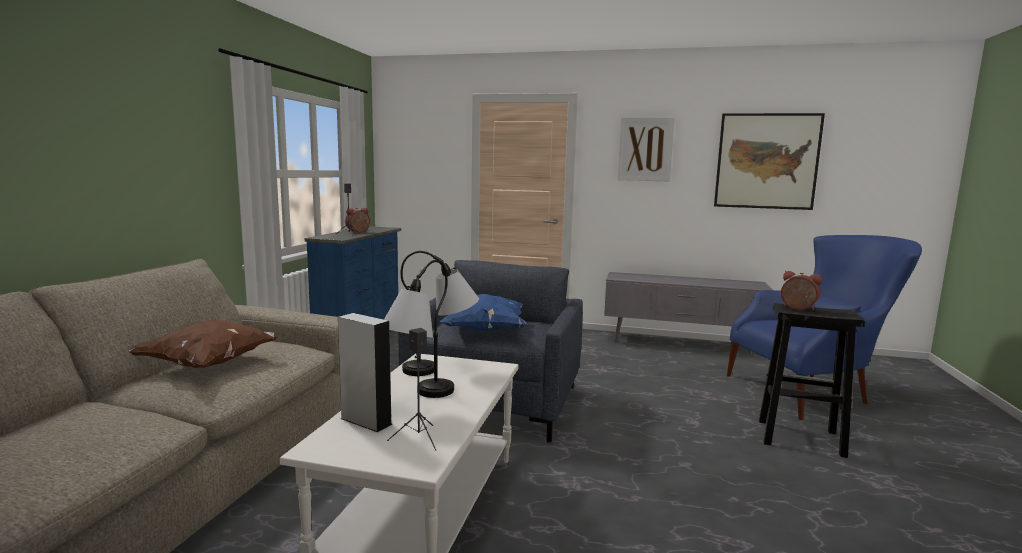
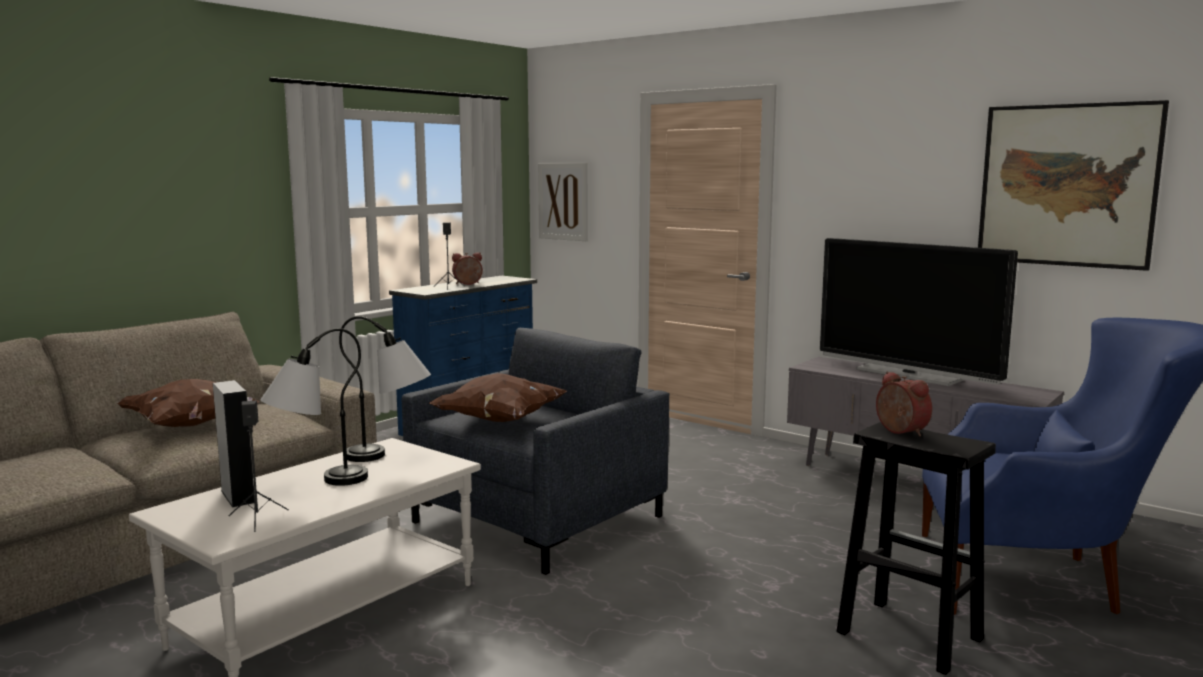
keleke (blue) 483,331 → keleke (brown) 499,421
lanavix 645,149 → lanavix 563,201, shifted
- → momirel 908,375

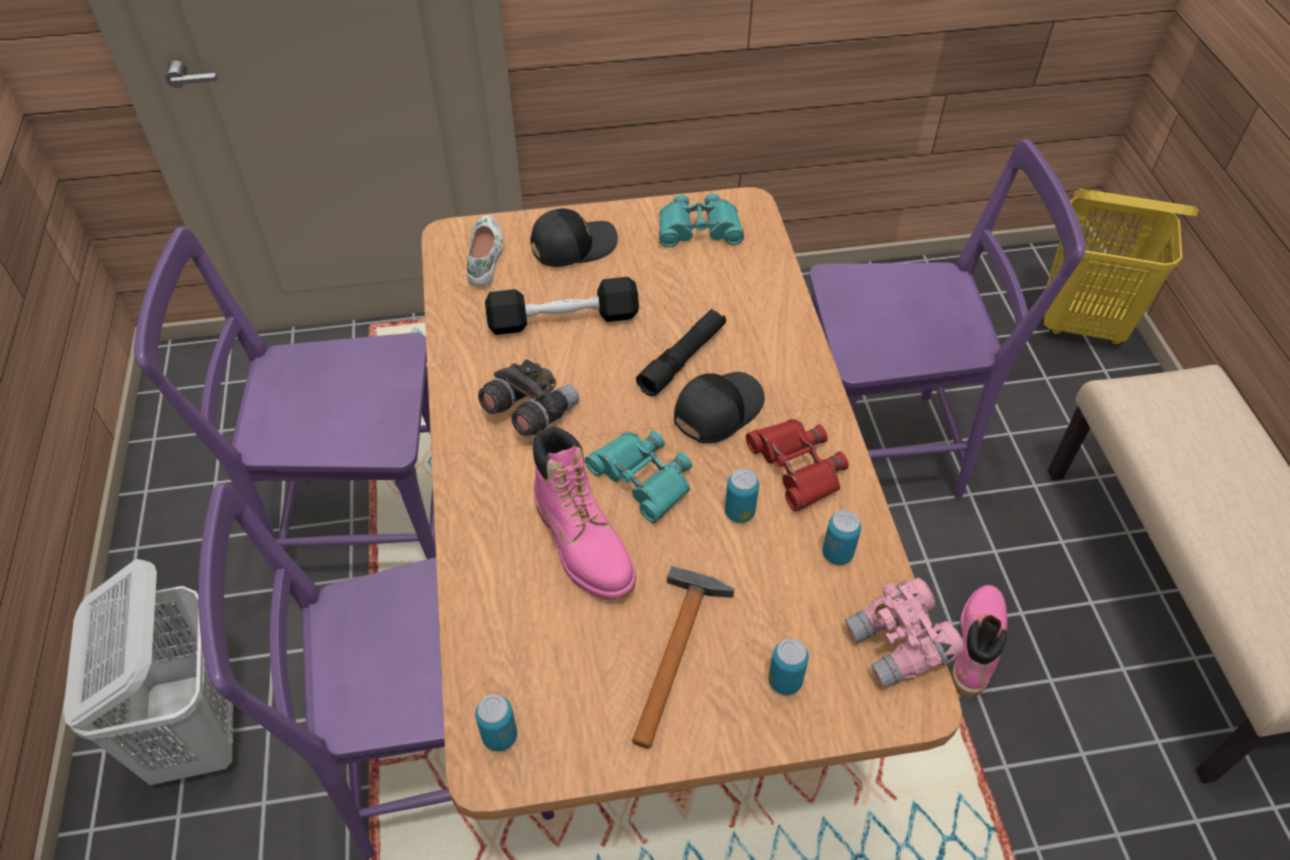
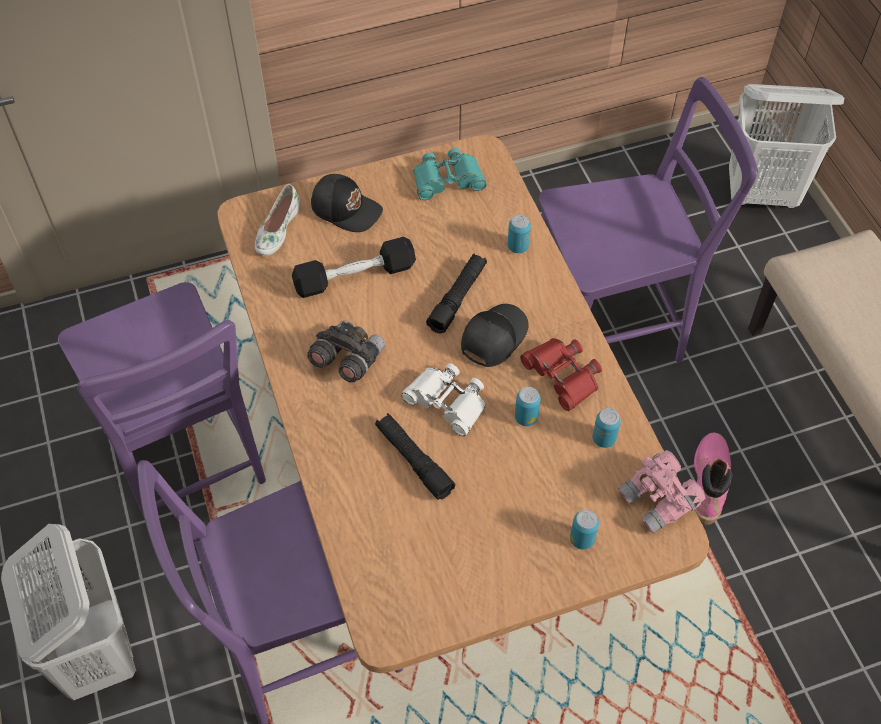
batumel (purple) 361,529 → batumel (purple) 188,464, 105 degrees counterclockwise
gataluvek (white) 485,256 → gataluvek (white) 277,228, 150 degrees counterclockwise
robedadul 499,736 → robedadul 517,247, shifted
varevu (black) 572,245 → varevu (black) 346,209, 60 degrees clockwise
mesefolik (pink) 583,544 → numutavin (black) 413,460
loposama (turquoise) 642,478 → loposama (white) 447,402
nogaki 677,650 → -
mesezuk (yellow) 1082,324 → mesezuk (white) 762,193

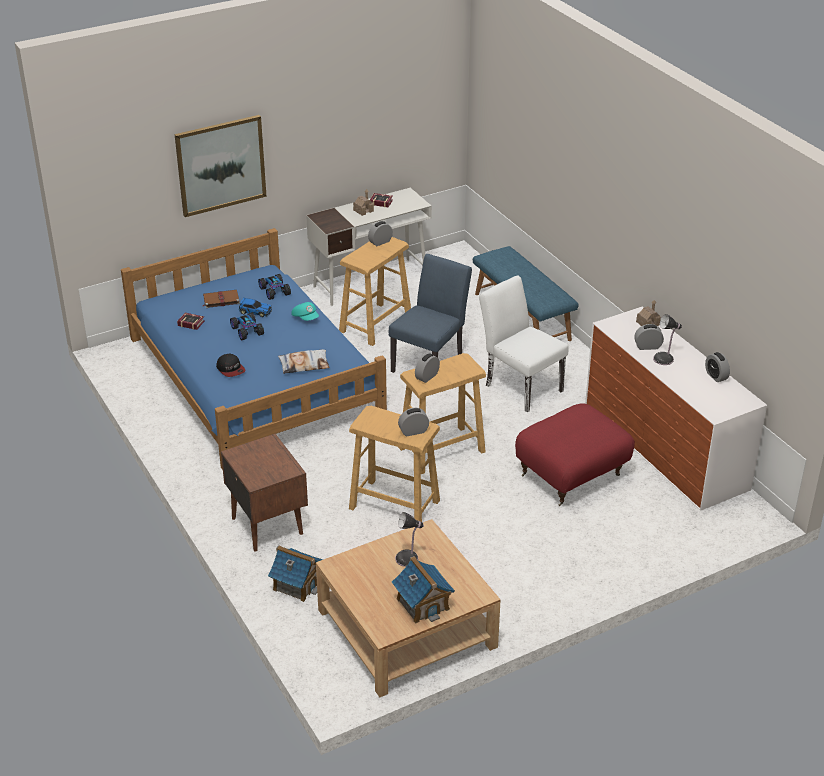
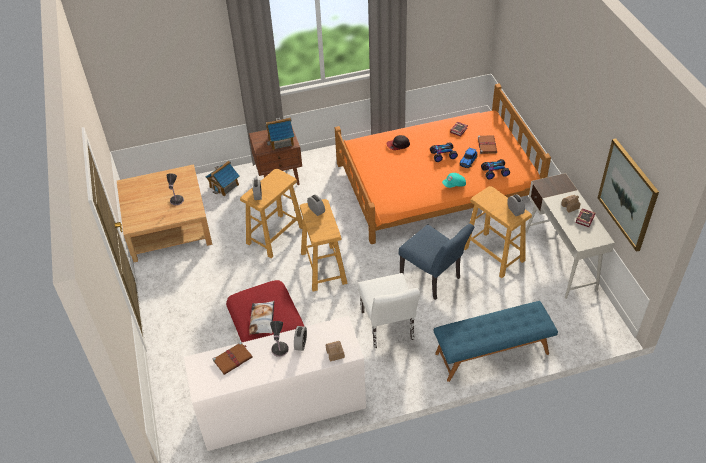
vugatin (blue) 255,376 → vugatin (orange) 435,183
lanavix 221,165 → lanavix 627,194, shifted
keleke 304,365 → keleke 262,320, shifted
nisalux 423,604 → nisalux 281,141, shifted
batumel (white) 519,386 → batumel (white) 388,329, 105 degrees clockwise
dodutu 716,376 → -
- → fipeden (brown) 233,359

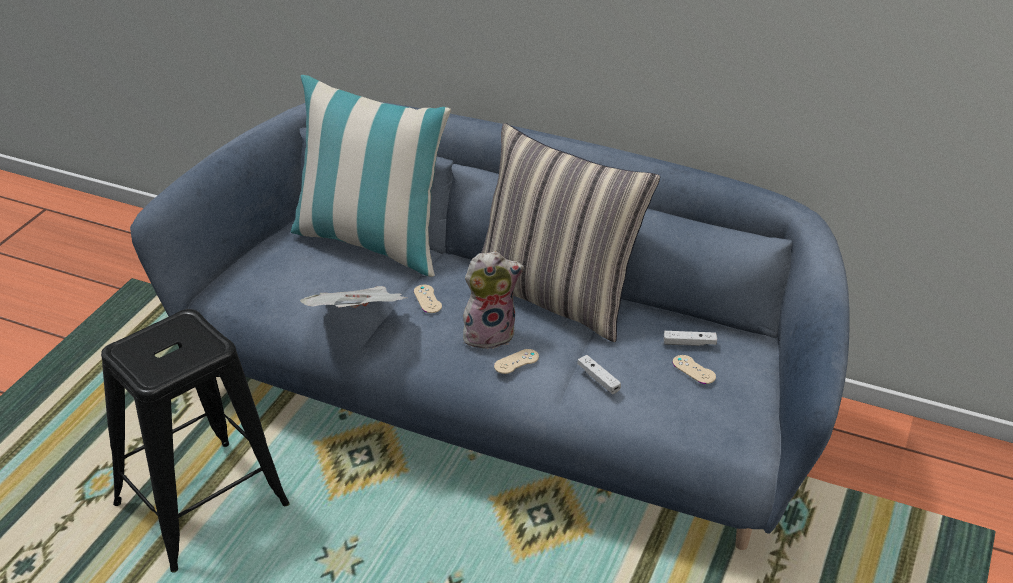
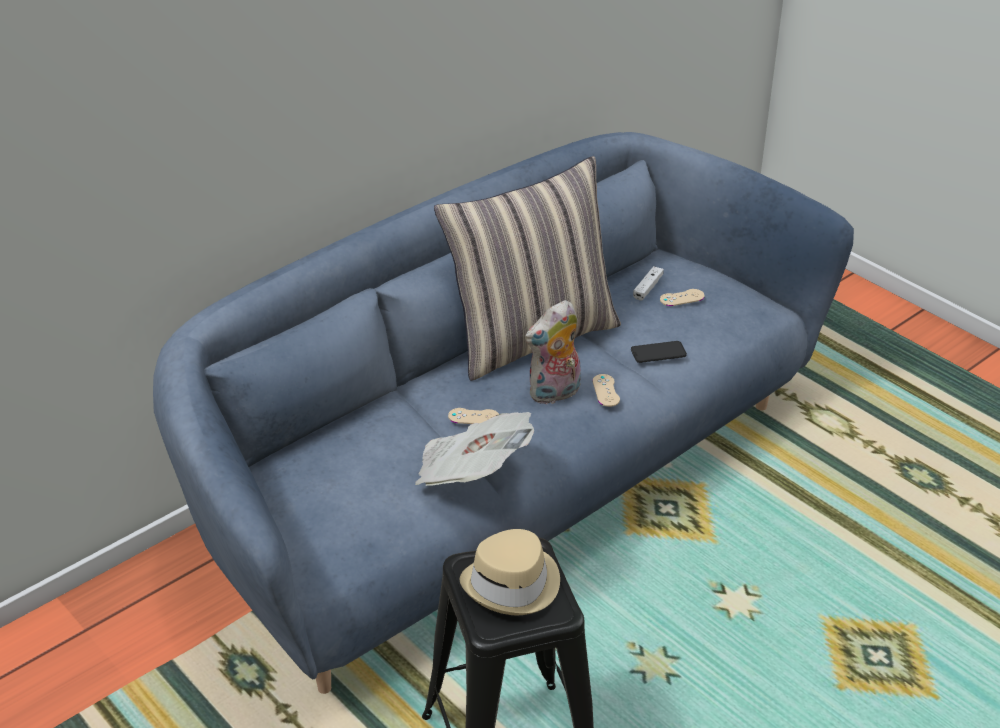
keleke 371,242 → -
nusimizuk 490,334 → nusimizuk 555,394, 135 degrees counterclockwise
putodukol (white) 598,379 → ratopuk 658,352
- → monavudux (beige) 513,584

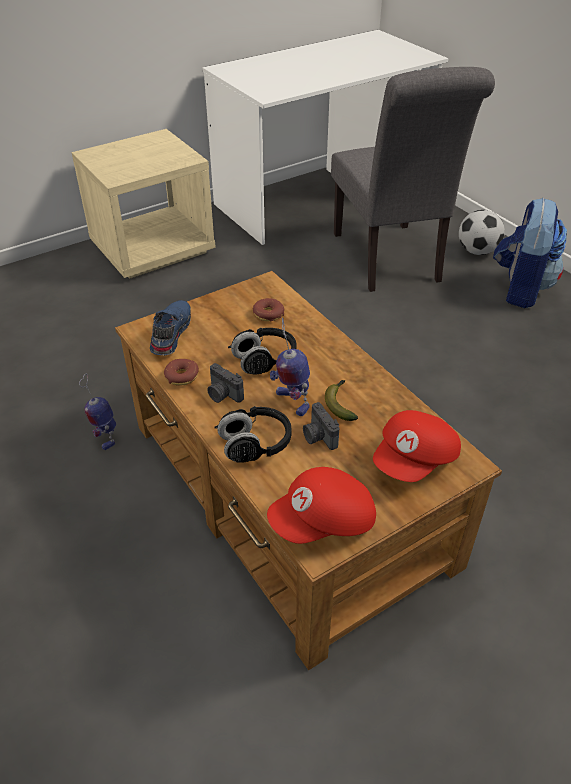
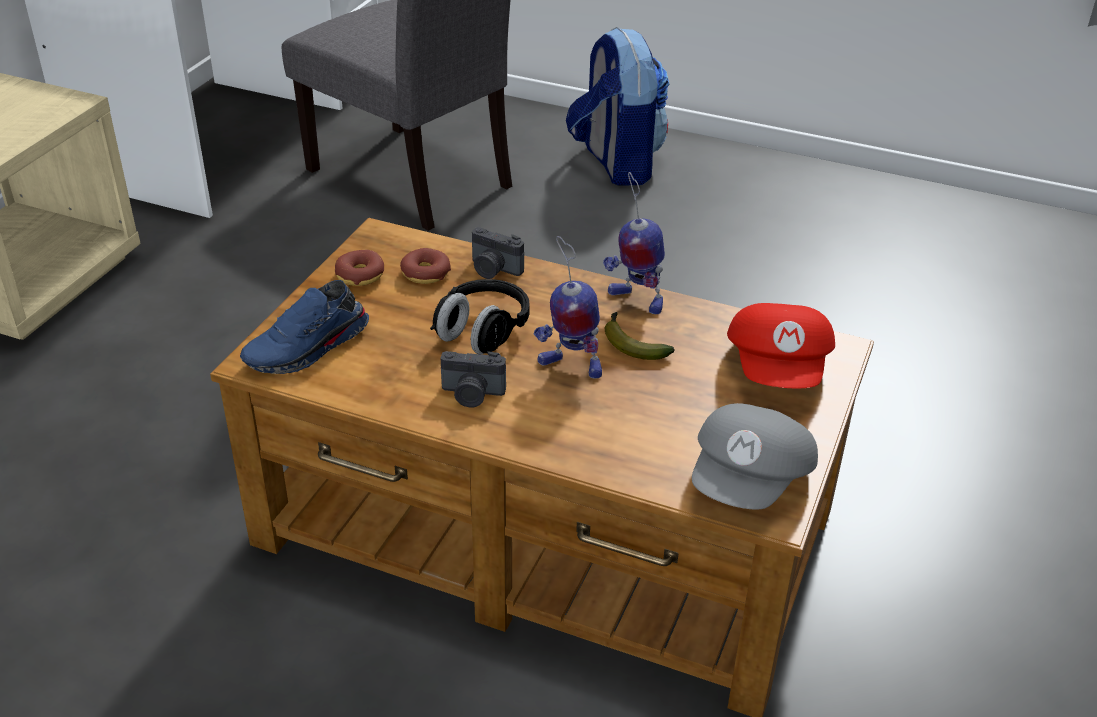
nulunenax 105,437 → nulunenax 635,299, shifted
gataluvek (blue) 169,333 → gataluvek (blue) 308,349, 105 degrees counterclockwise
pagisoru 181,376 → pagisoru 360,275, shifted
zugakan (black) 255,445 → -
varevu (red) 324,522 → varevu (grey) 750,481
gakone 318,437 → gakone 493,270, shifted
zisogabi 477,251 → -

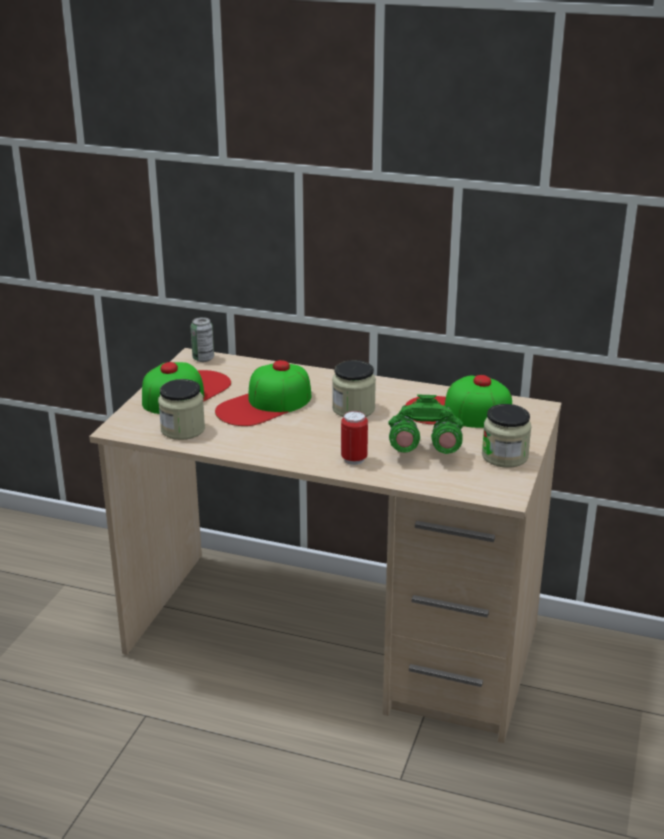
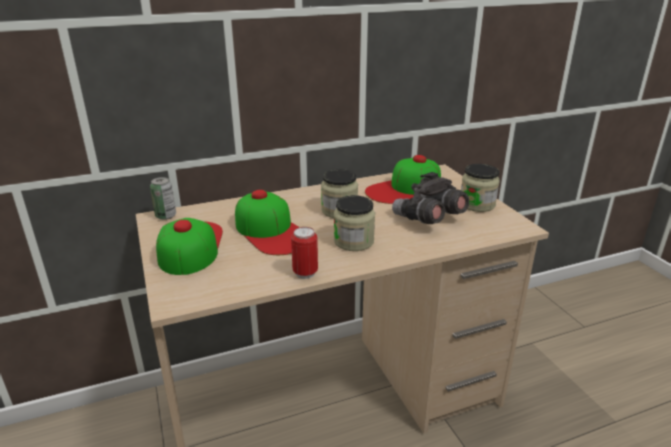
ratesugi 183,429 → ratesugi 353,241, shifted
varevu 265,404 → varevu 271,231, 45 degrees counterclockwise
robedadul 354,459 → robedadul 305,273, shifted
loposama (green) 423,450 → loposama (grey) 428,219

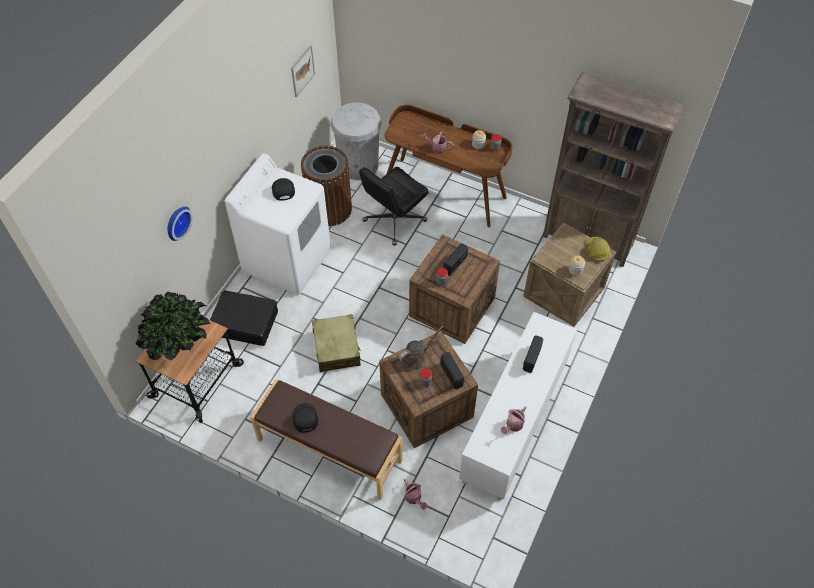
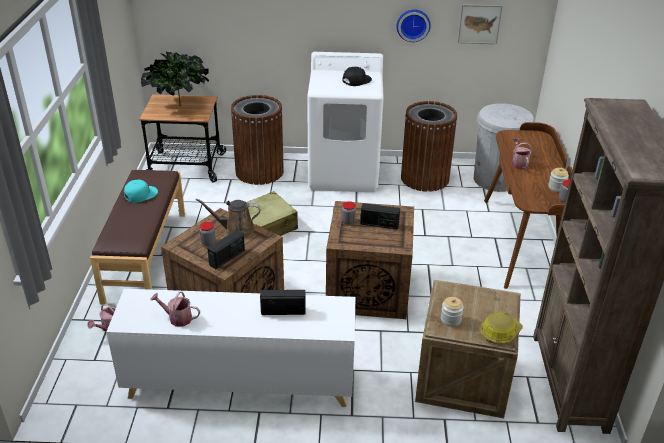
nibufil 177,222 → nibufil 413,24, shifted
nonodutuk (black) 245,323 → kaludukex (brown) 259,172
varevu (black) 304,418 → varevu (turquoise) 140,194
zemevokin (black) 394,221 → -
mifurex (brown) 416,358 → mifurex (brown) 236,229, 150 degrees clockwise

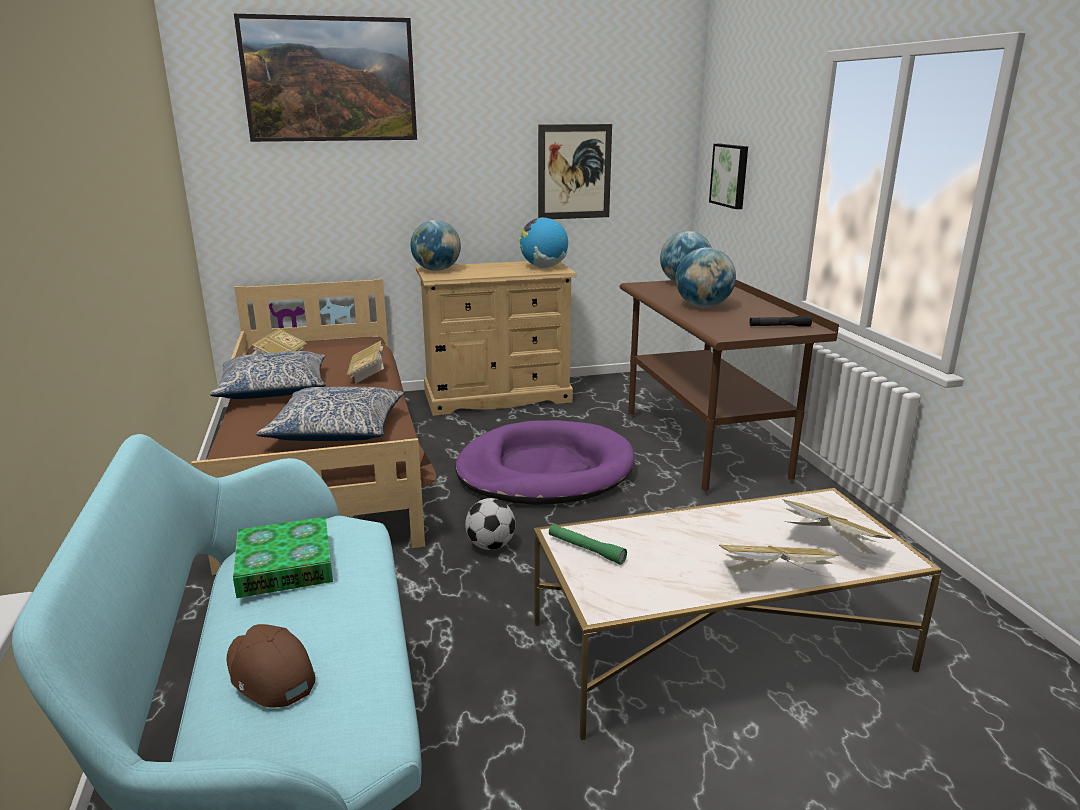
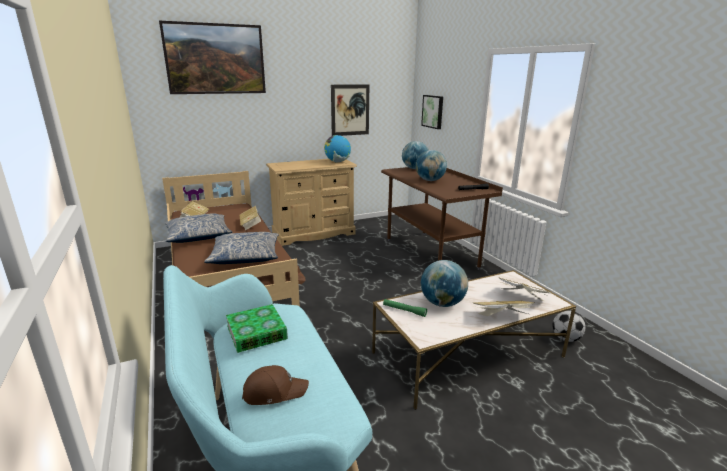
varevu (brown) 268,675 → varevu (brown) 274,391, 135 degrees clockwise
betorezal 437,270 → betorezal 442,303, shifted
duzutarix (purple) 545,470 → -
zisogabi 490,546 → zisogabi 565,338, shifted

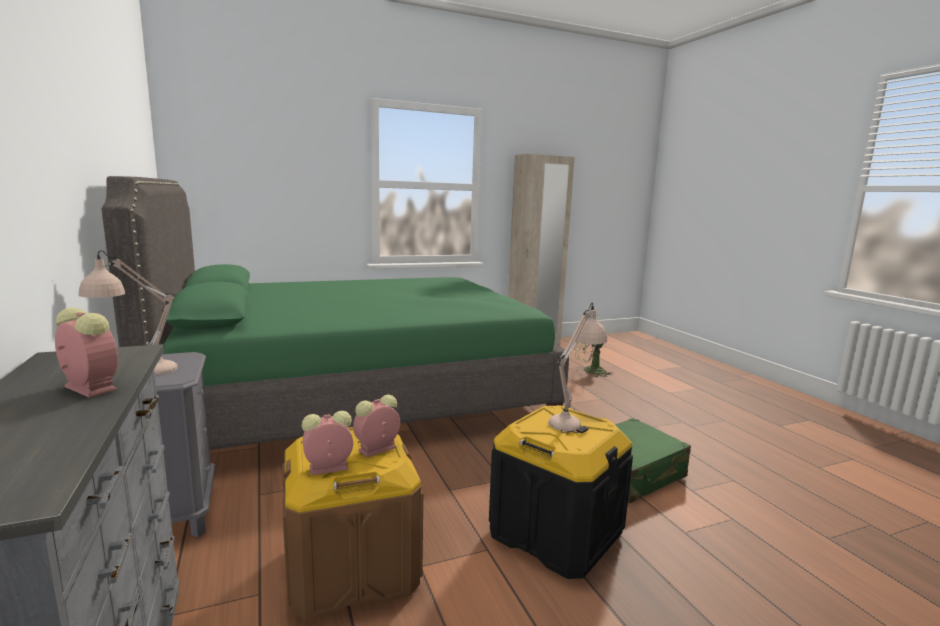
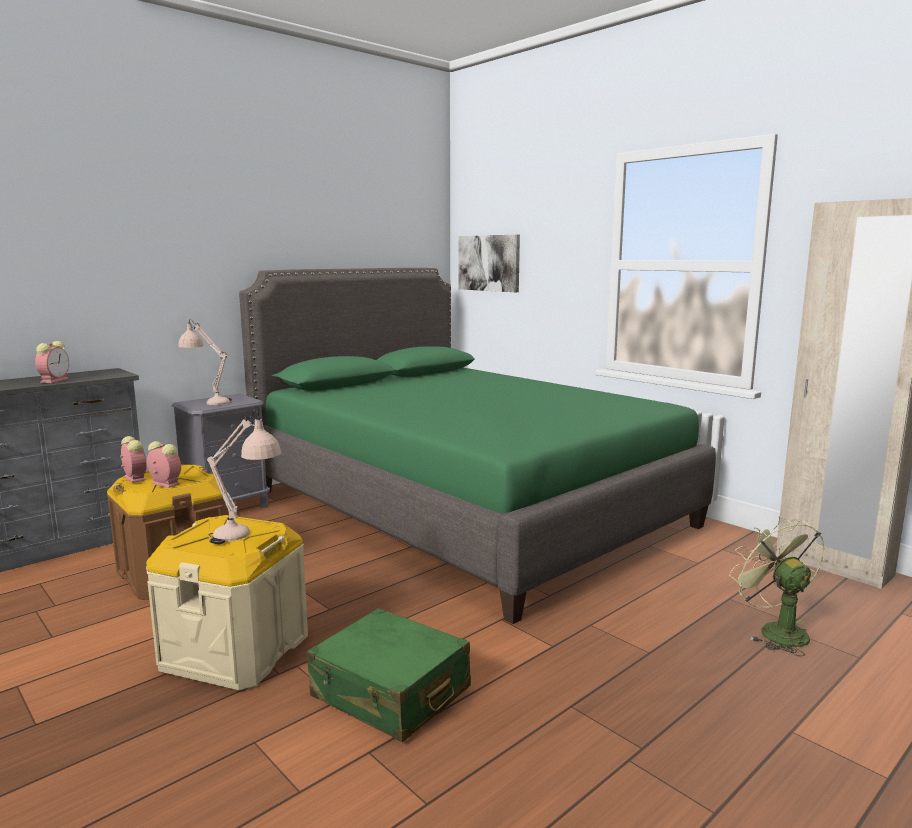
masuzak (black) 555,532 → masuzak (beige) 235,651
- → lanavix 489,263

